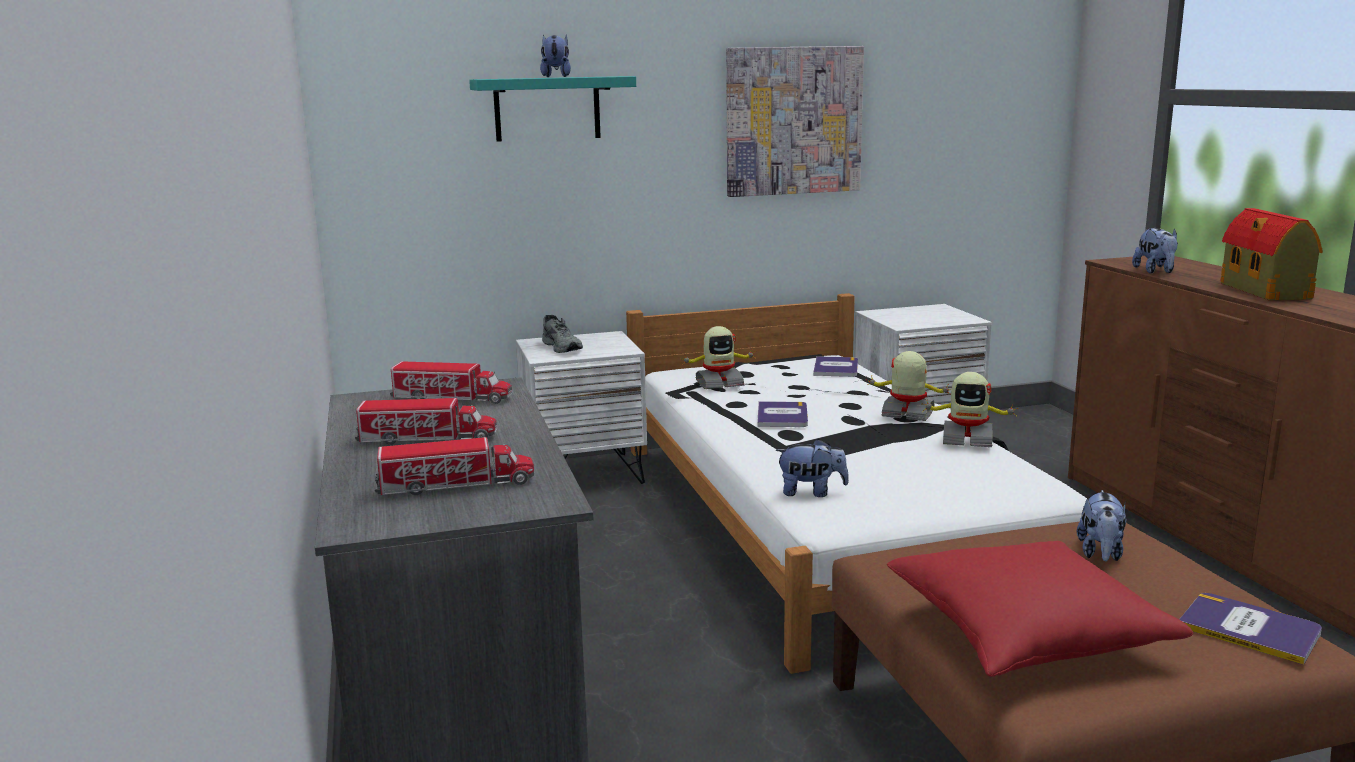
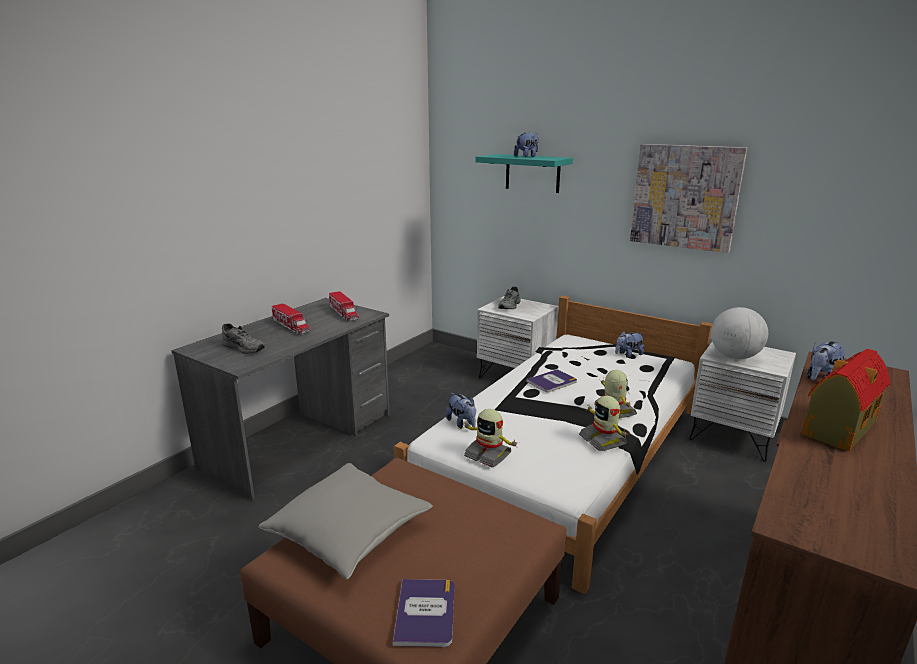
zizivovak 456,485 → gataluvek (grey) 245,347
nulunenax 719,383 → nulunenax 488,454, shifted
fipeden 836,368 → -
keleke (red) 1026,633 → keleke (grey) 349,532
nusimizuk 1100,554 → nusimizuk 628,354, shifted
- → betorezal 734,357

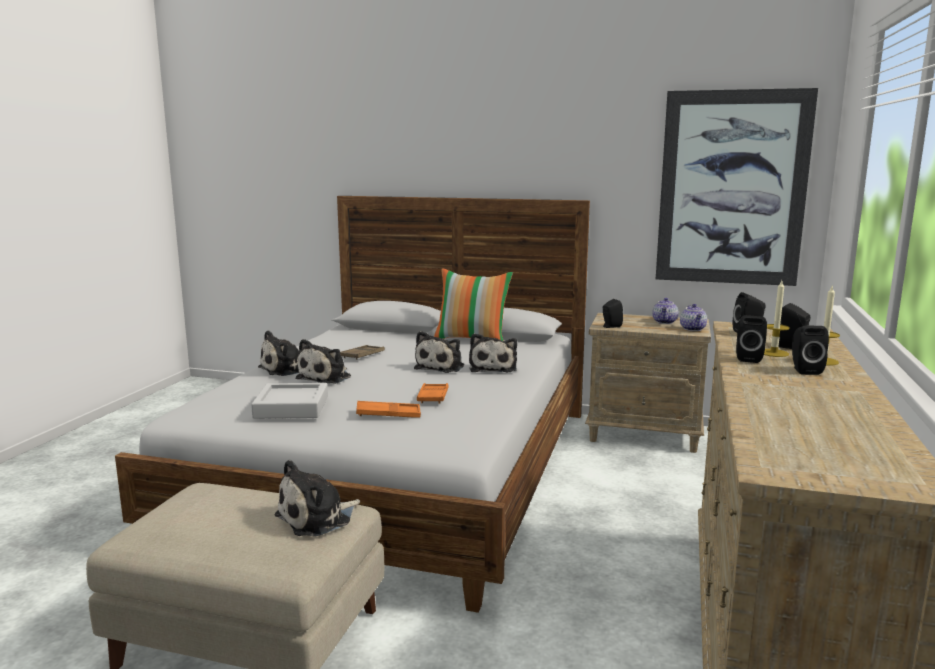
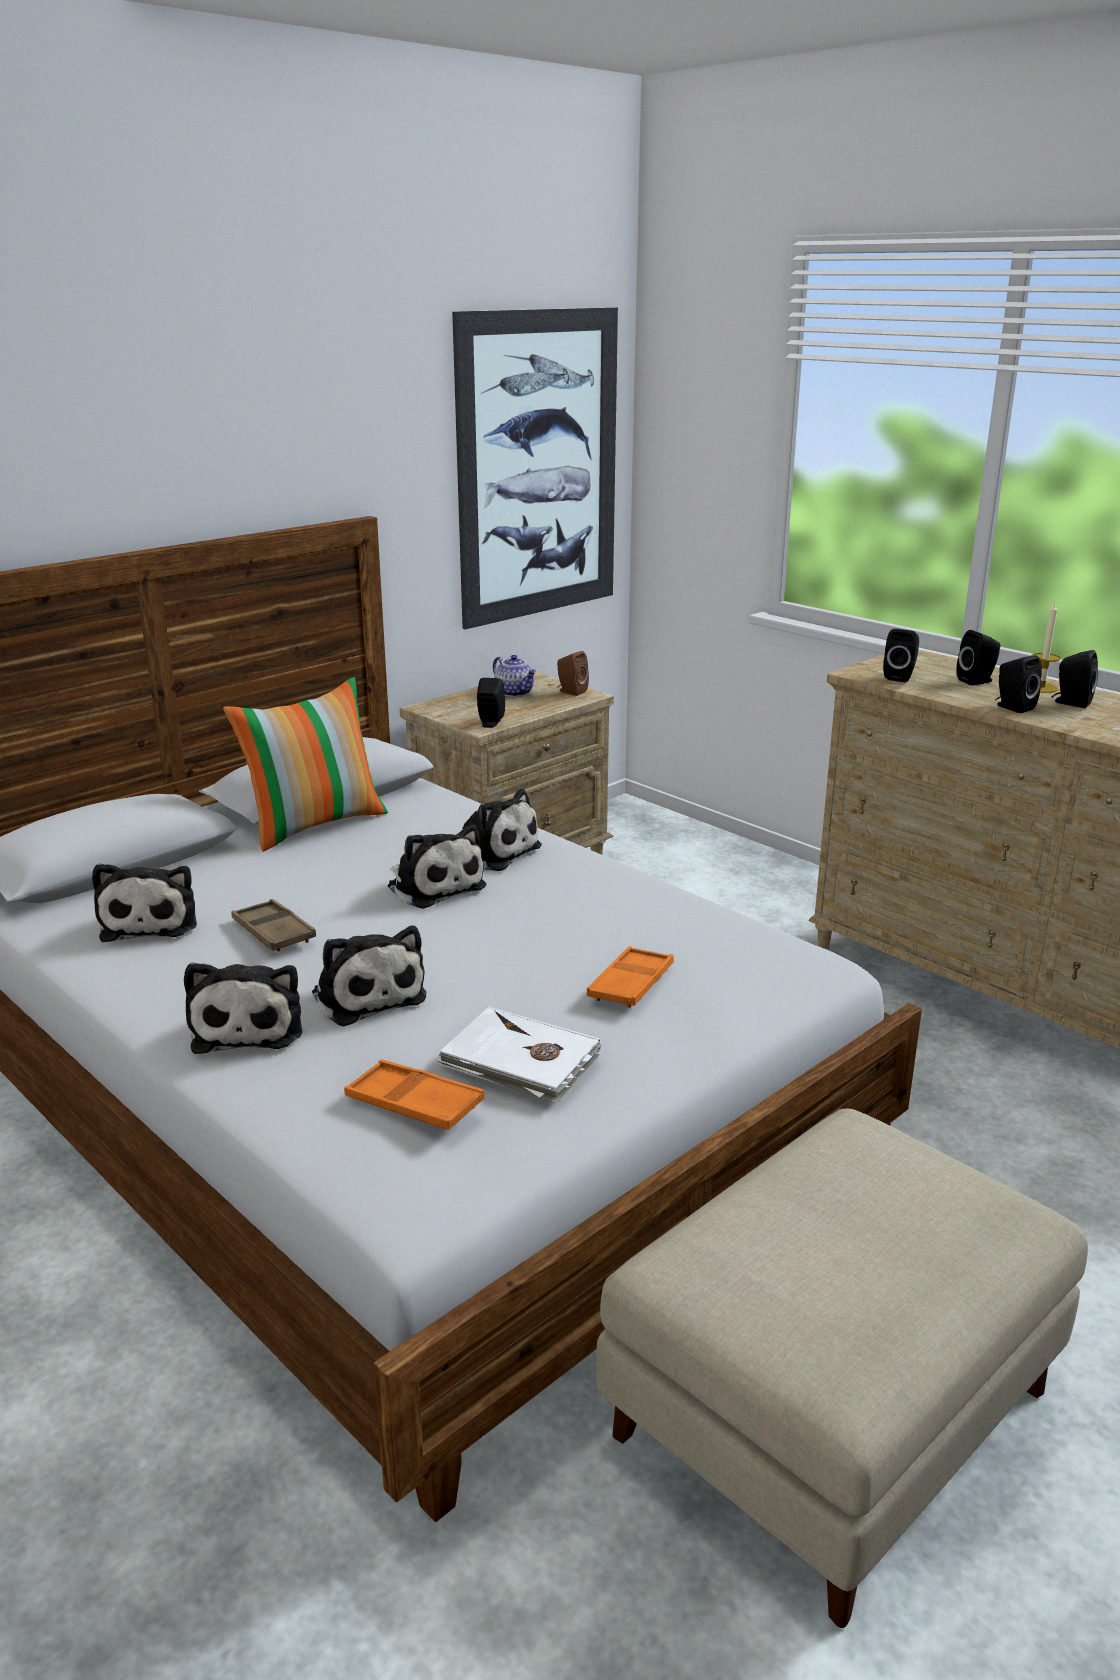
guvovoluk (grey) 291,407 → fipeden (white) 520,1061
nusimizuk 317,518 → nusimizuk 151,921, shifted
guvovoluk (orange) 433,397 → guvovoluk (orange) 414,1103, shifted
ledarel 693,329 → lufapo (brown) 570,692
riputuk 774,353 → -

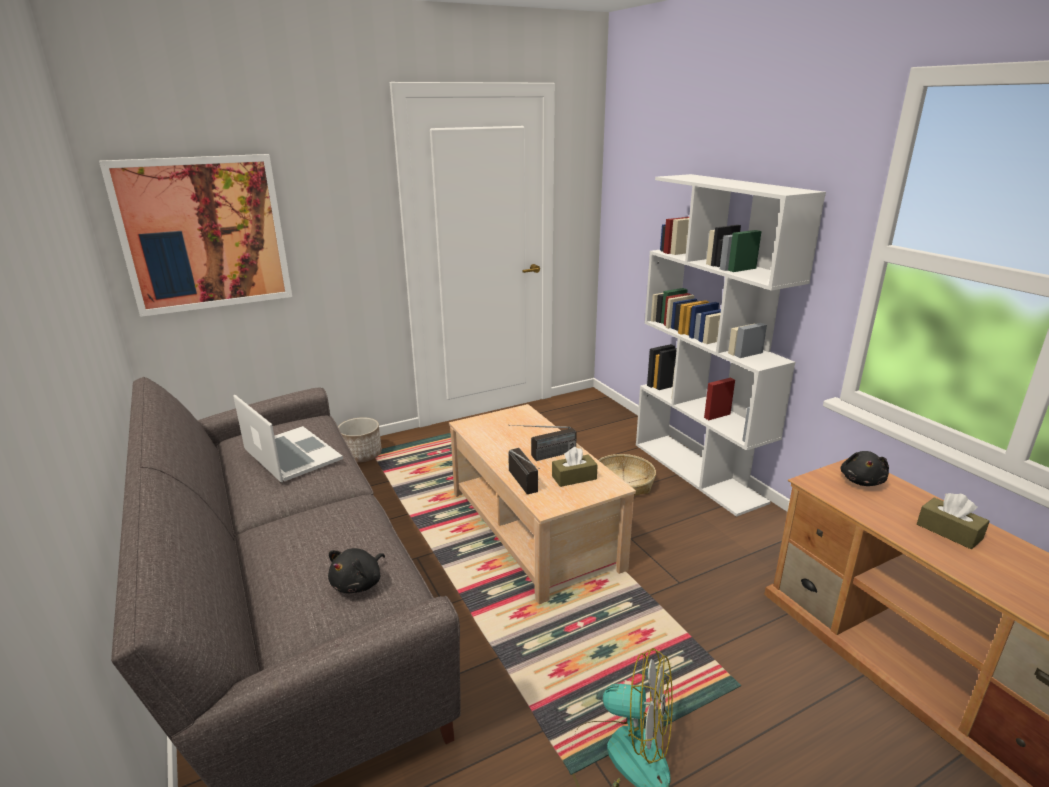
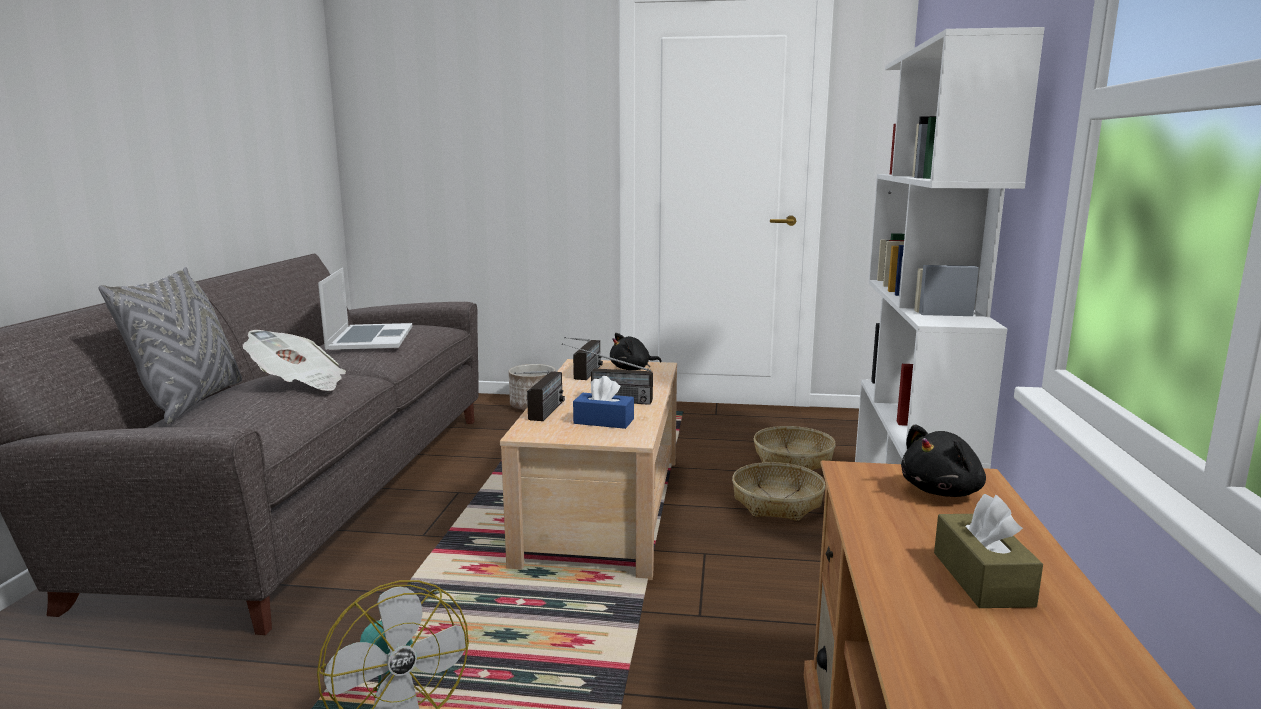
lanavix 204,234 → -
nusimizuk (black) 359,583 → nusimizuk (black) 632,369, shifted
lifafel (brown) 574,477 → lifafel (blue) 603,421
- → keleke (grey) 190,402
- → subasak 299,384
- → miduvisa 585,376
- → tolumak 793,460

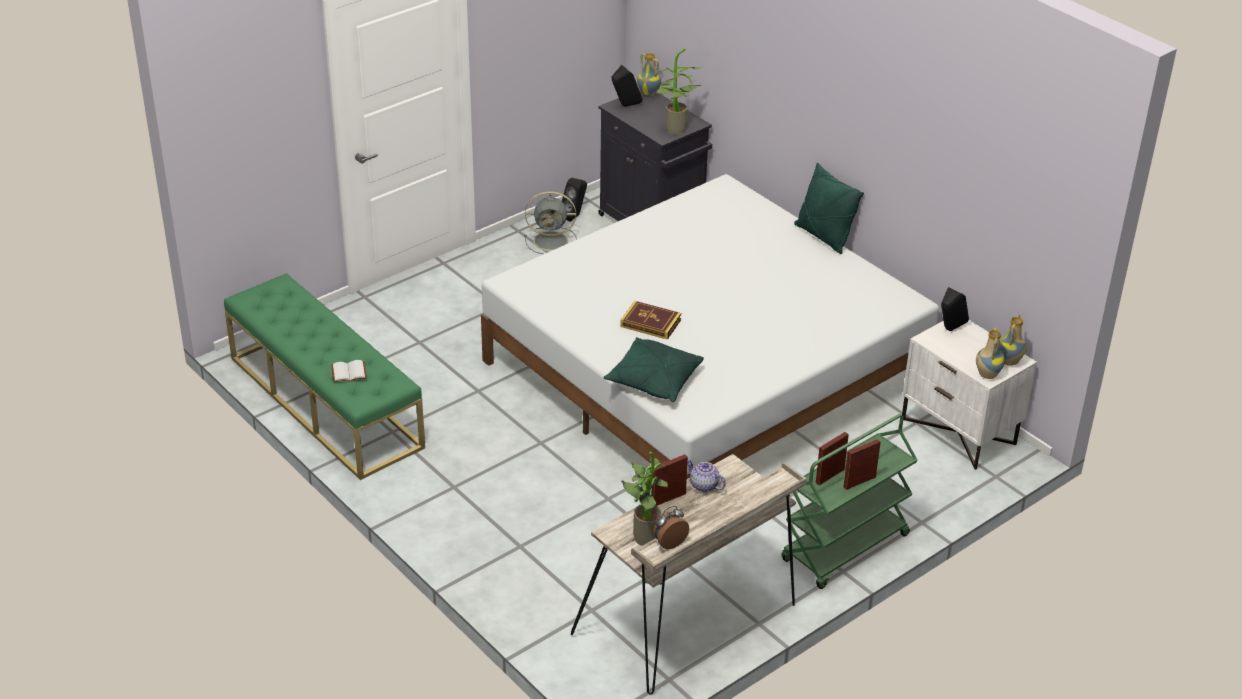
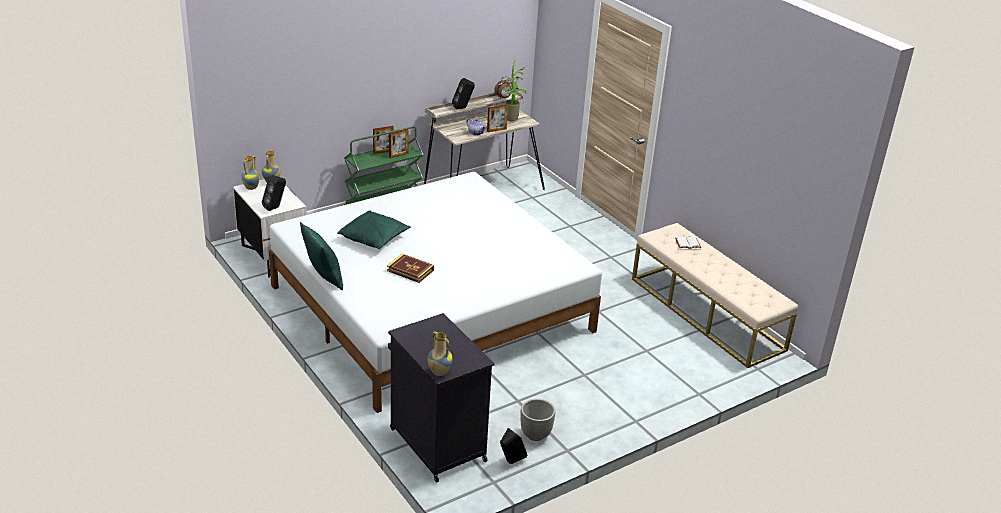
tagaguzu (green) 325,402 → tagaguzu (beige) 706,313
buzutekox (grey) 552,241 → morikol 535,435
keleke (green) 653,380 → keleke (green) 374,238, shifted
lufapo (black) 625,106 → lufapo (black) 463,108, shifted
fipeden 650,323 → fipeden 410,270, shifted
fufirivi 674,131 → -

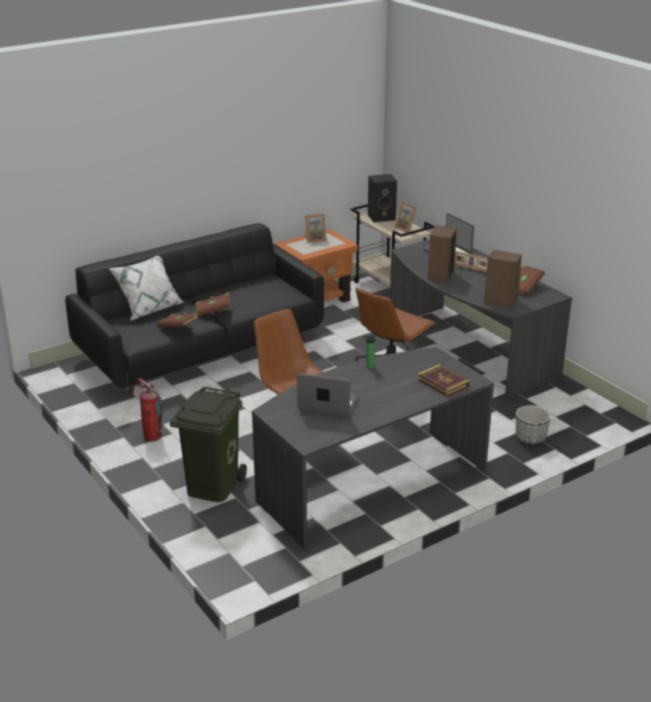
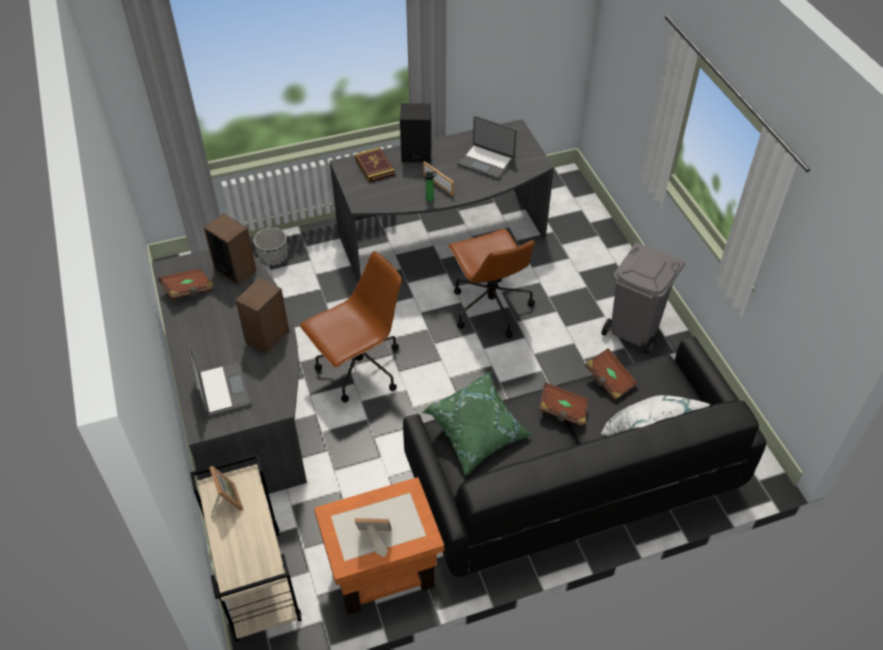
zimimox 152,437 → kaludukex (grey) 635,330
kaludukex (green) 211,486 → -
lufapo (black) 382,217 → lufapo (black) 415,154, shifted
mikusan 470,268 → mikusan 439,184, shifted
- → keleke (green) 477,434

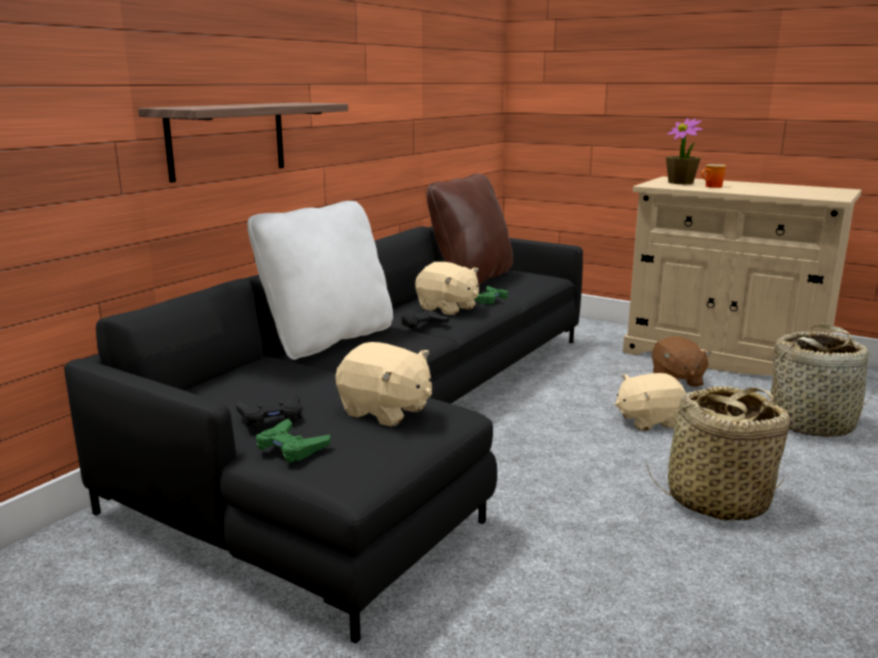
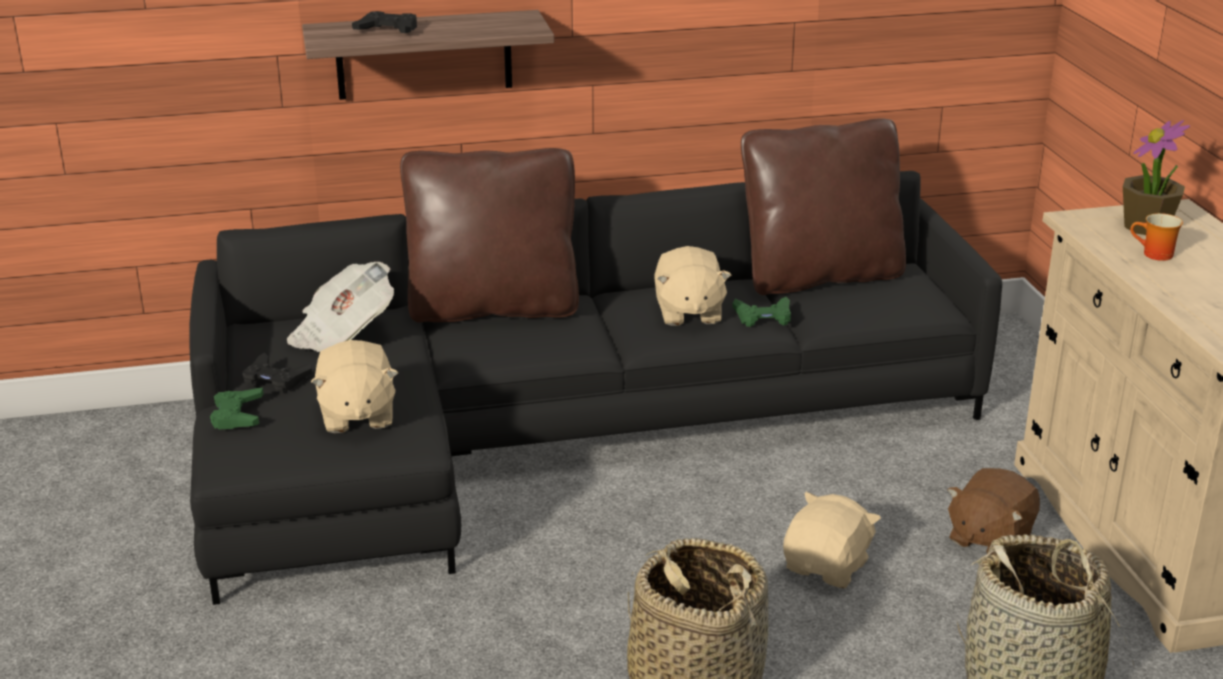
keleke (white) 328,339 → keleke (brown) 493,307
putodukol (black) 423,324 → putodukol (black) 387,30, shifted
nusimizuk (beige) 648,420 → nusimizuk (beige) 827,567, 90 degrees clockwise
- → subasak 342,334

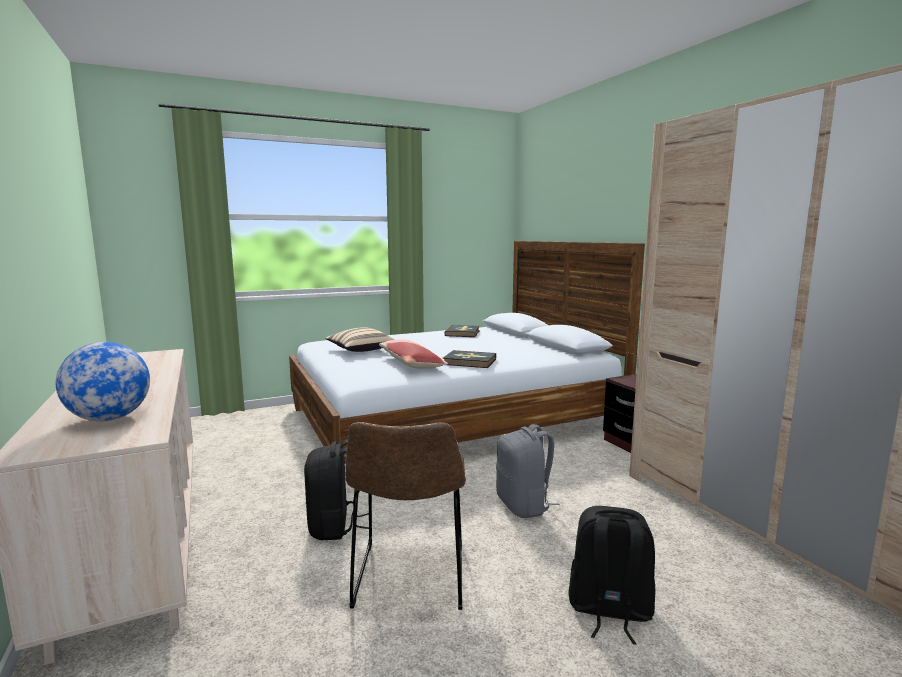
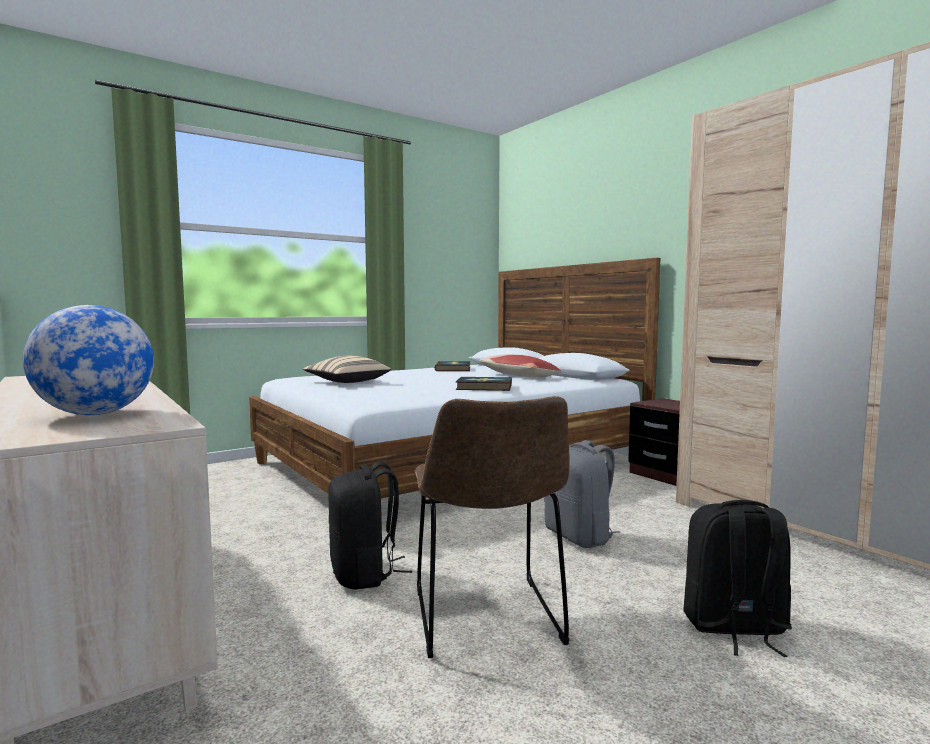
keleke 411,364 → keleke 518,376, shifted

